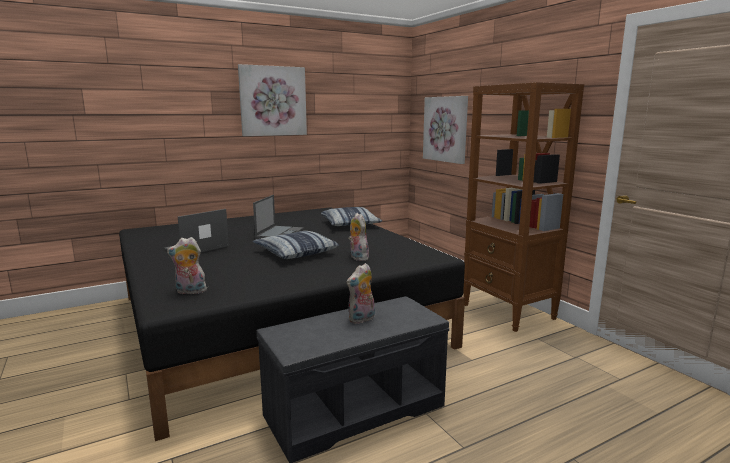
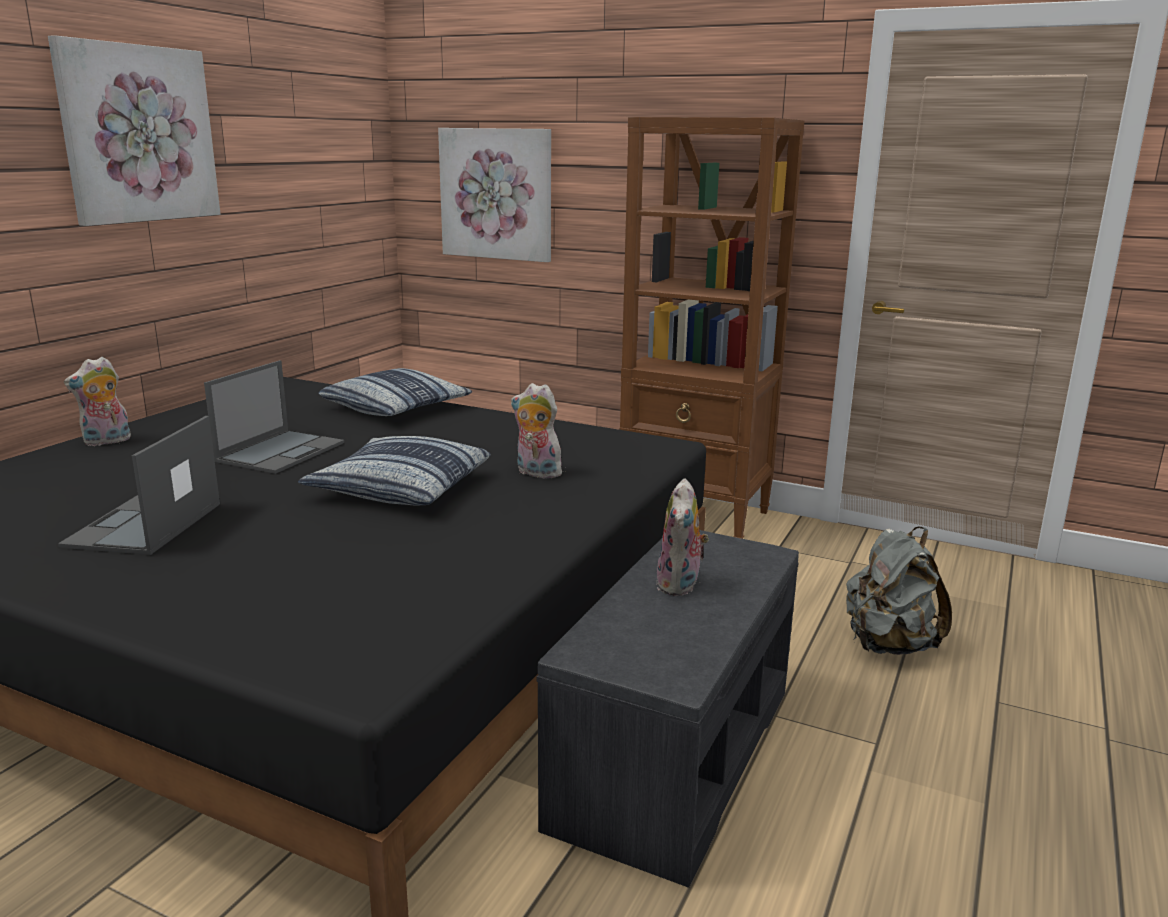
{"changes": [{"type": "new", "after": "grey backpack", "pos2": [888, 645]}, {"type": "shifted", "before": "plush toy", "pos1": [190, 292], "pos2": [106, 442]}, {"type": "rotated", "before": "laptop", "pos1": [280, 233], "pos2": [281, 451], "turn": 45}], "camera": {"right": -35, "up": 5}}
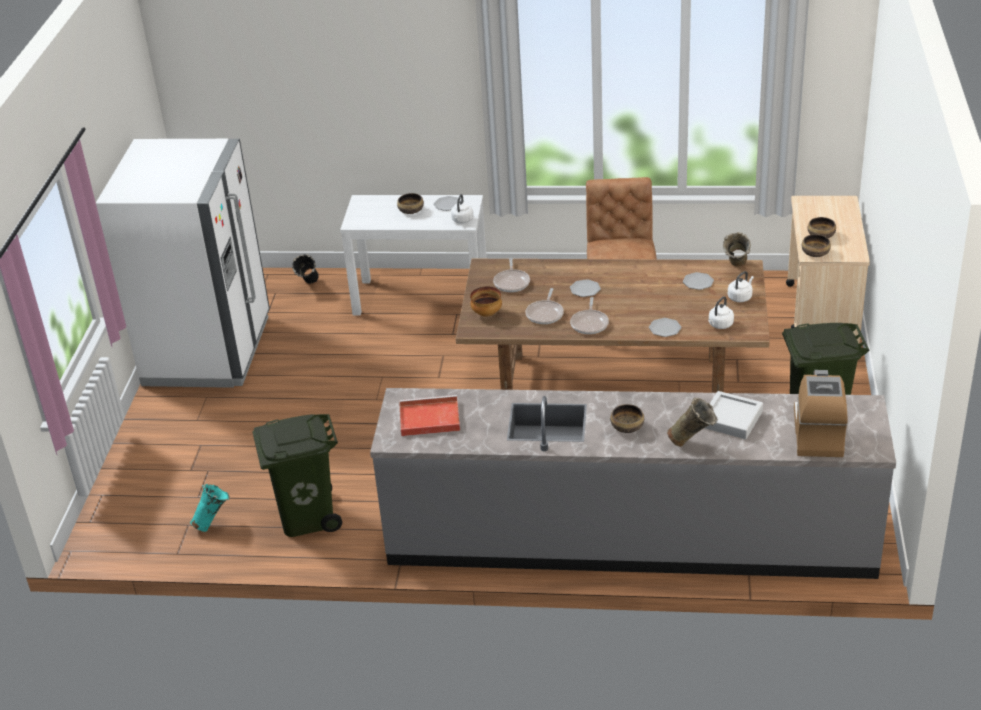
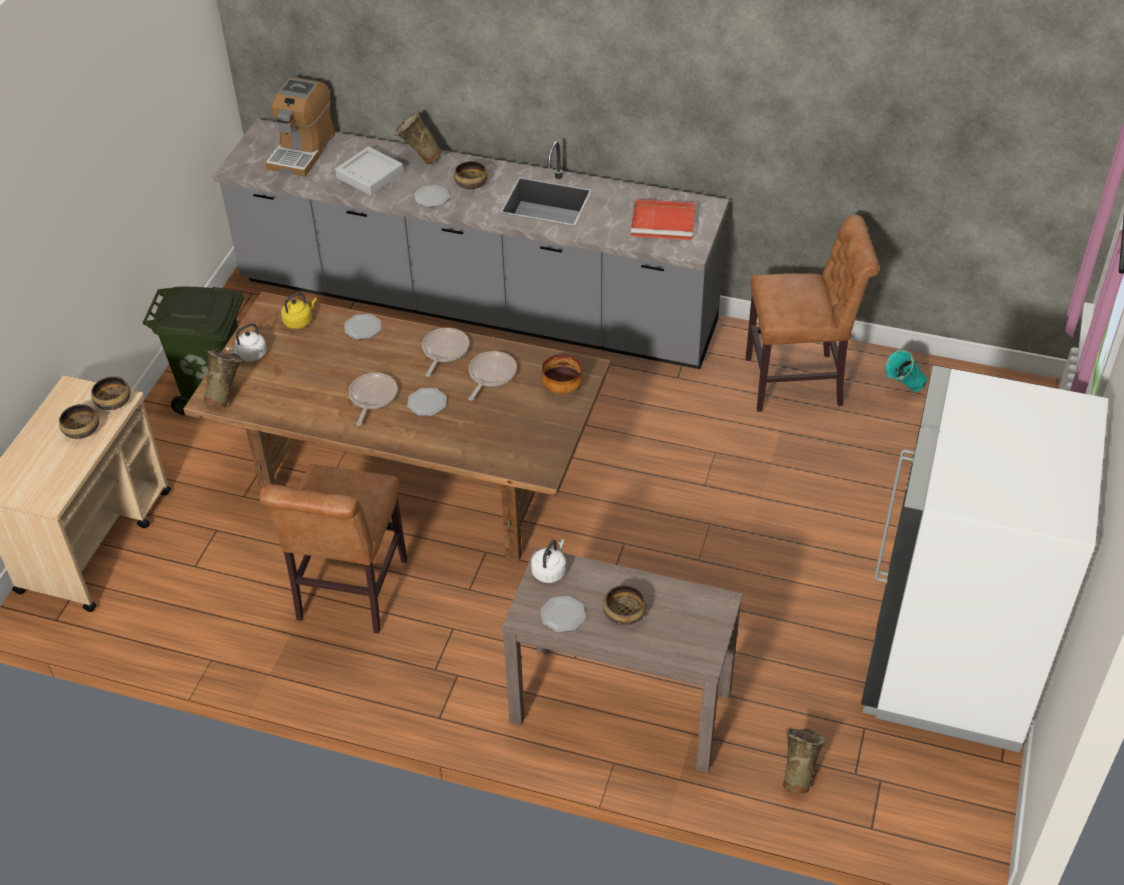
{"changes": [{"type": "shifted", "before": "frying pan", "pos1": [512, 282], "pos2": [372, 397]}, {"type": "shifted", "before": "plate", "pos1": [698, 282], "pos2": [432, 197]}, {"type": "swapped", "before": "green trash can", "after": "brown chair", "pos1": [306, 516], "pos2": [799, 382]}, {"type": "repainted", "before": "black vase", "after": "beige vase", "pos1": [309, 287], "pos2": [798, 774]}, {"type": "repainted", "before": "white console table", "after": "brown console table", "pos1": [421, 297], "pos2": [620, 706]}, {"type": "repainted", "before": "white kettle", "after": "yellow kettle", "pos1": [720, 325], "pos2": [299, 321]}], "camera": {"right": -170, "up": 10}}
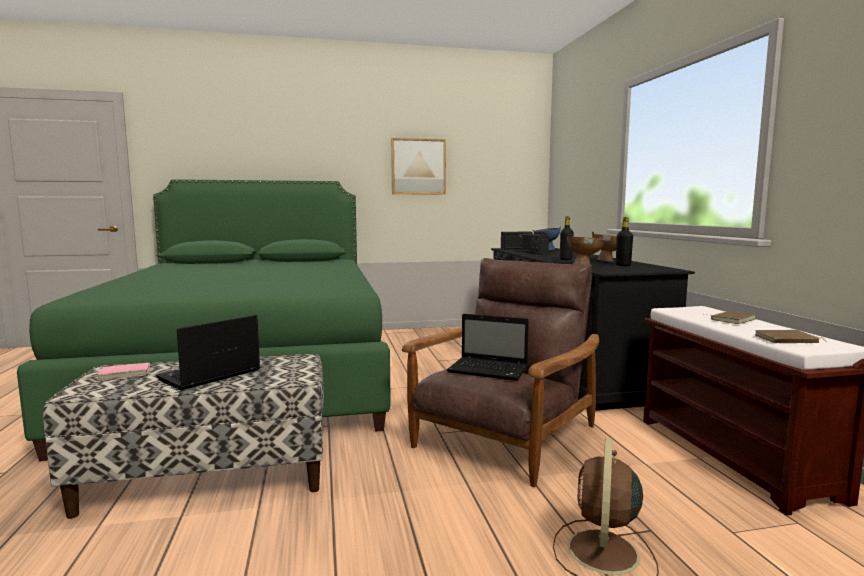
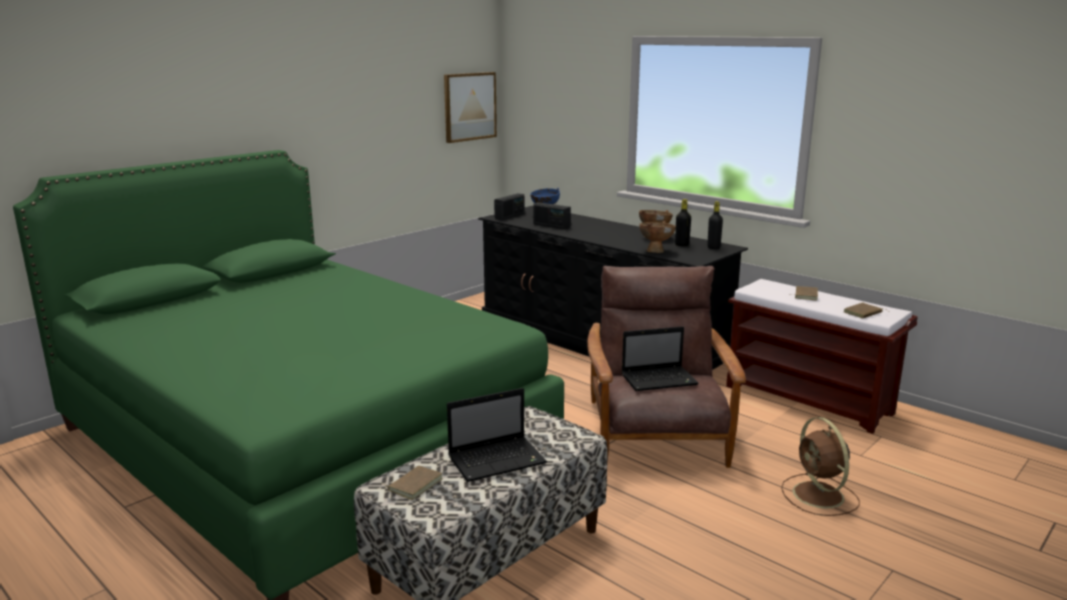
{"changes": [{"type": "shifted", "before": "picture", "pos1": [418, 166], "pos2": [469, 106]}, {"type": "shifted", "before": "black bottle", "pos1": [565, 259], "pos2": [713, 247]}, {"type": "repainted", "before": "pink book", "after": "brown book", "pos1": [125, 373], "pos2": [414, 484]}, {"type": "rotated", "before": "laptop", "pos1": [208, 376], "pos2": [498, 460], "turn": -120}], "camera": {"right": -35, "up": 10}}
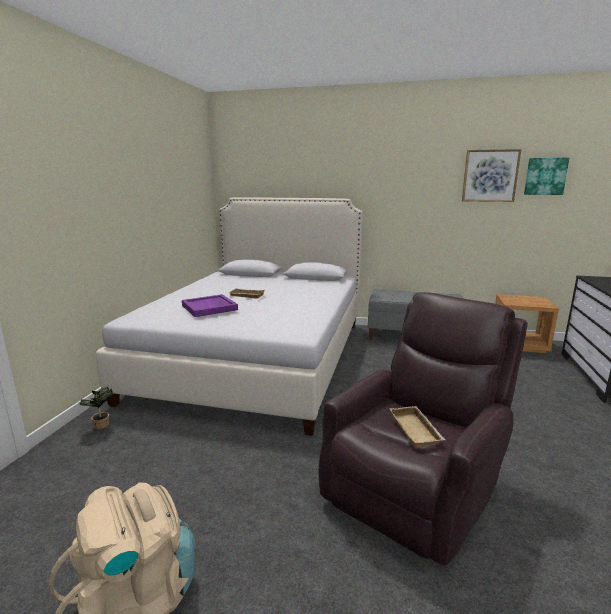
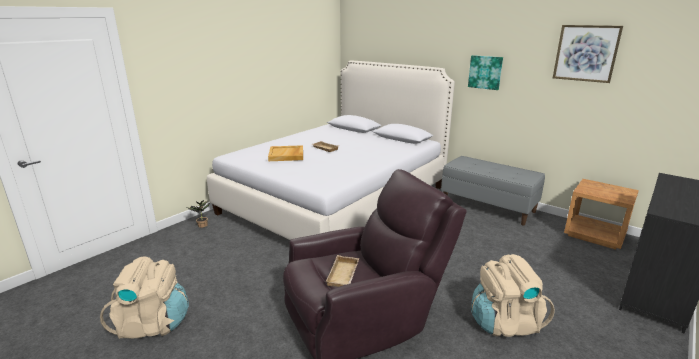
{"changes": [{"type": "new", "after": "beige backpack", "pos2": [504, 323]}, {"type": "shifted", "before": "picture", "pos1": [545, 176], "pos2": [485, 72]}, {"type": "repainted", "before": "purple tray", "after": "beige tray", "pos1": [210, 308], "pos2": [286, 155]}], "camera": {"right": 25, "up": 5}}
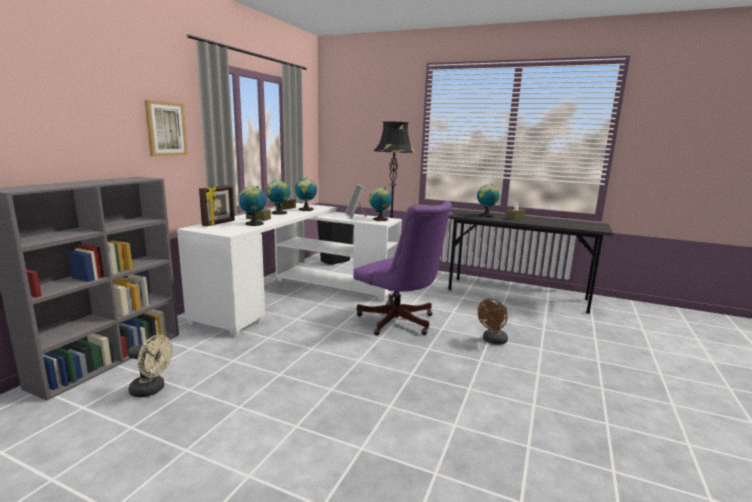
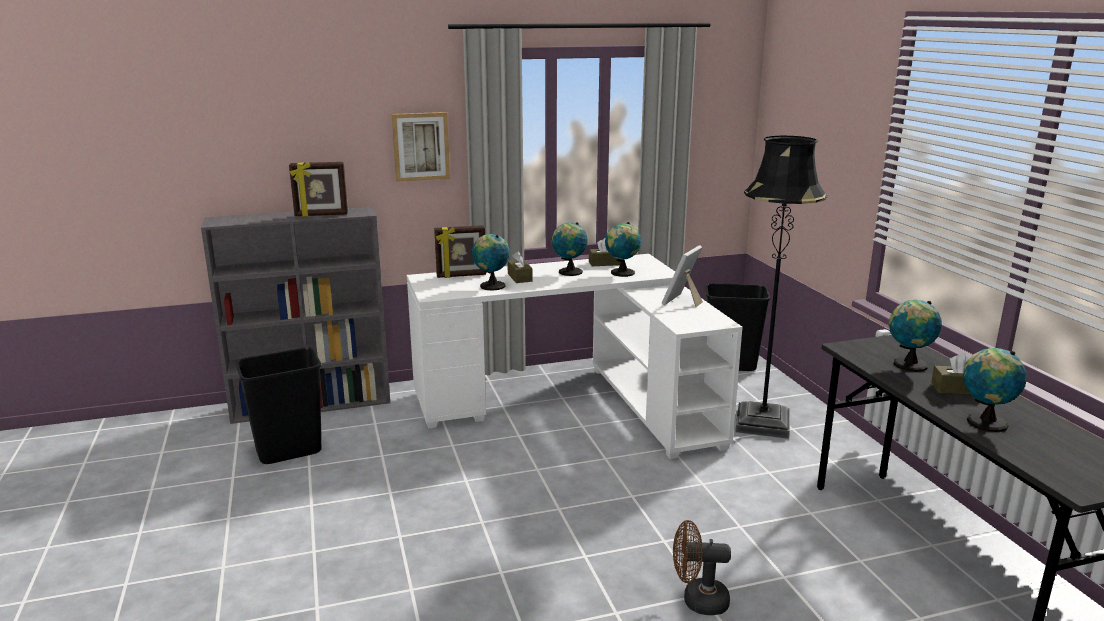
{"changes": [{"type": "gone", "before": "purple office chair", "pos1": [399, 323]}, {"type": "new", "after": "picture frame", "pos2": [321, 215]}, {"type": "shifted", "before": "globe", "pos1": [379, 219], "pos2": [984, 422]}, {"type": "swapped", "before": "beige fan", "after": "black trash can", "pos1": [152, 390], "pos2": [289, 451]}], "camera": {"right": 50, "up": 5}}
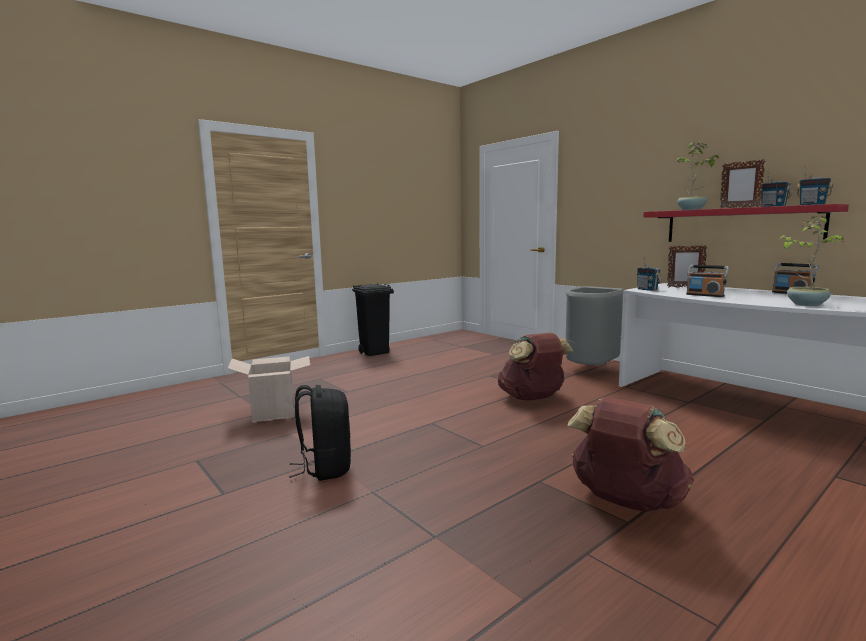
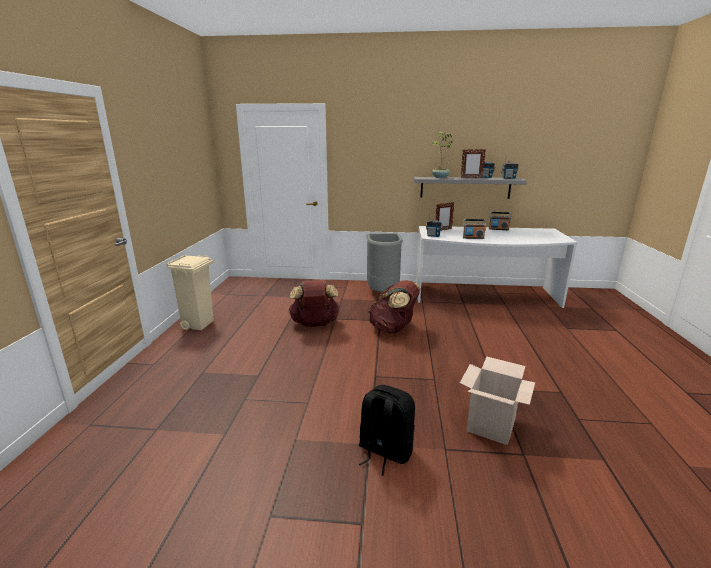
{"changes": [{"type": "gone", "before": "potted plant", "pos1": [806, 304]}, {"type": "shifted", "before": "cardboard box", "pos1": [274, 413], "pos2": [491, 425]}, {"type": "shifted", "before": "brown backpack", "pos1": [625, 502], "pos2": [315, 324]}, {"type": "repainted", "before": "black trash can", "after": "beige trash can", "pos1": [375, 352], "pos2": [199, 324]}, {"type": "repainted", "before": "red shelf", "after": "grey shelf", "pos1": [740, 225], "pos2": [465, 187]}], "camera": {"right": -45, "up": 10}}
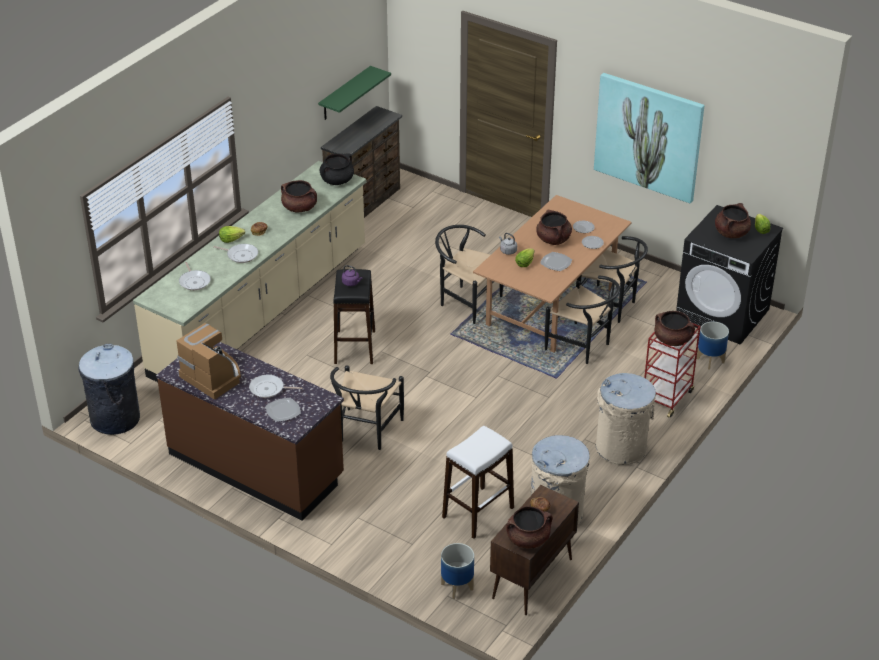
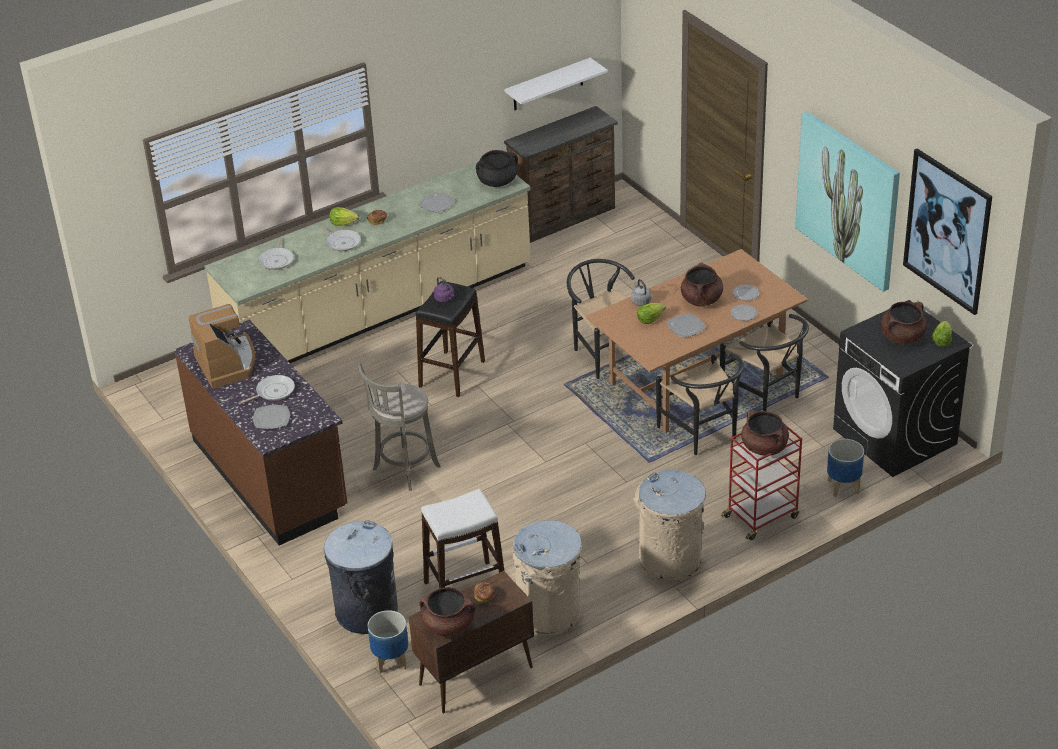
{"changes": [{"type": "new", "after": "picture", "pos2": [947, 231]}, {"type": "shifted", "before": "grey trash can", "pos1": [114, 418], "pos2": [366, 612]}, {"type": "swapped", "before": "brown cooking pot", "after": "plate", "pos1": [300, 208], "pos2": [437, 204]}, {"type": "swapped", "before": "black chair", "after": "grey stool", "pos1": [366, 433], "pos2": [404, 470]}, {"type": "repainted", "before": "green shelf", "after": "white shelf", "pos1": [345, 94], "pos2": [548, 85]}, {"type": "rotated", "before": "frying pan", "pos1": [269, 389], "pos2": [273, 392], "turn": 120}], "camera": {"right": 25, "up": 0}}
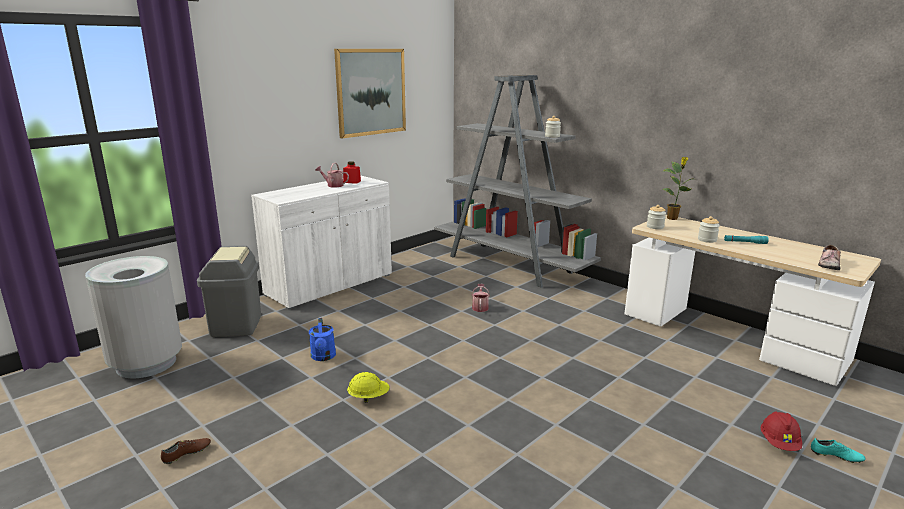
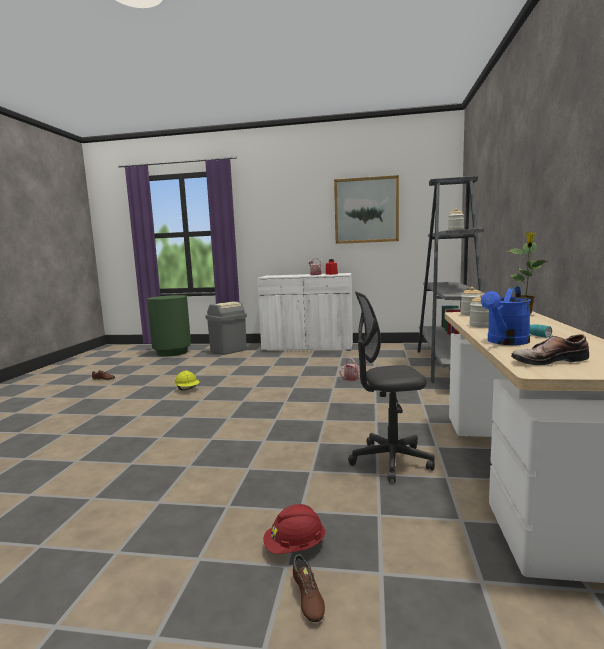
{"changes": [{"type": "new", "after": "grey office chair", "pos2": [390, 461]}, {"type": "shifted", "before": "blue watering can", "pos1": [323, 357], "pos2": [505, 342]}, {"type": "repainted", "before": "grey trash can", "after": "green trash can", "pos1": [146, 363], "pos2": [172, 352]}, {"type": "repainted", "before": "turquoise shoe", "after": "brown shoe", "pos1": [836, 457], "pos2": [307, 598]}], "camera": {"right": 55, "up": -10}}
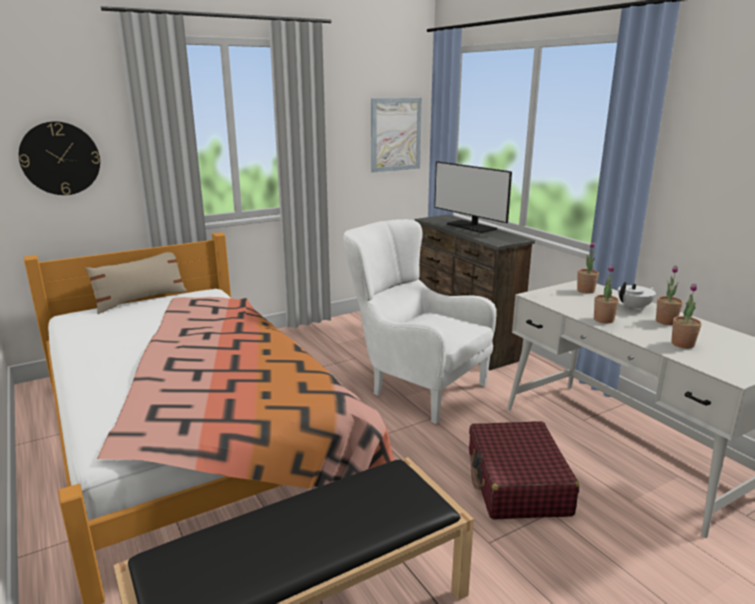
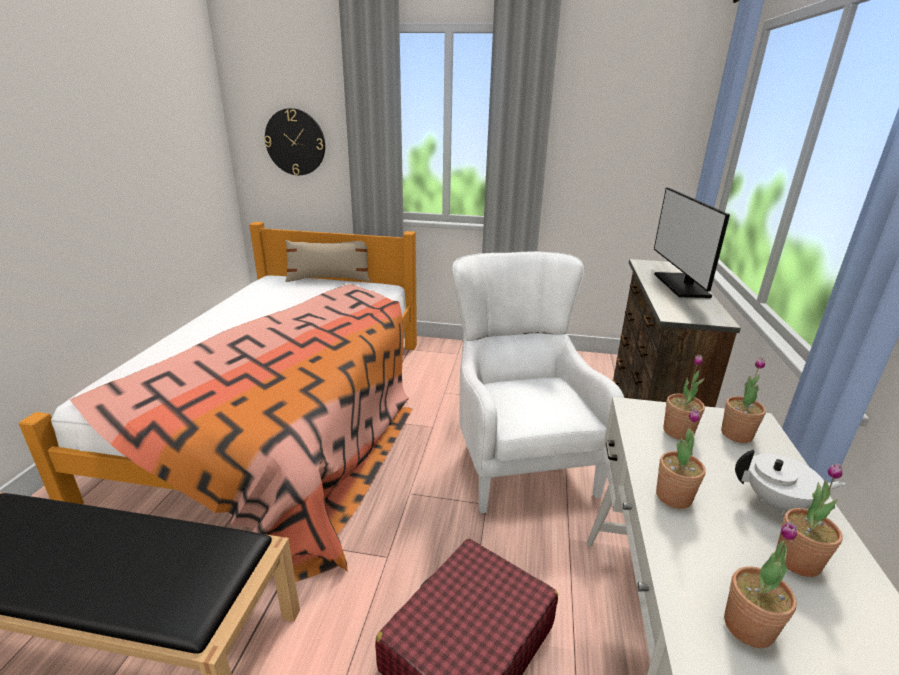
{"changes": [{"type": "gone", "before": "picture", "pos1": [395, 134]}, {"type": "new", "after": "potted plant", "pos2": [678, 431]}], "camera": {"right": 40, "up": 5}}
